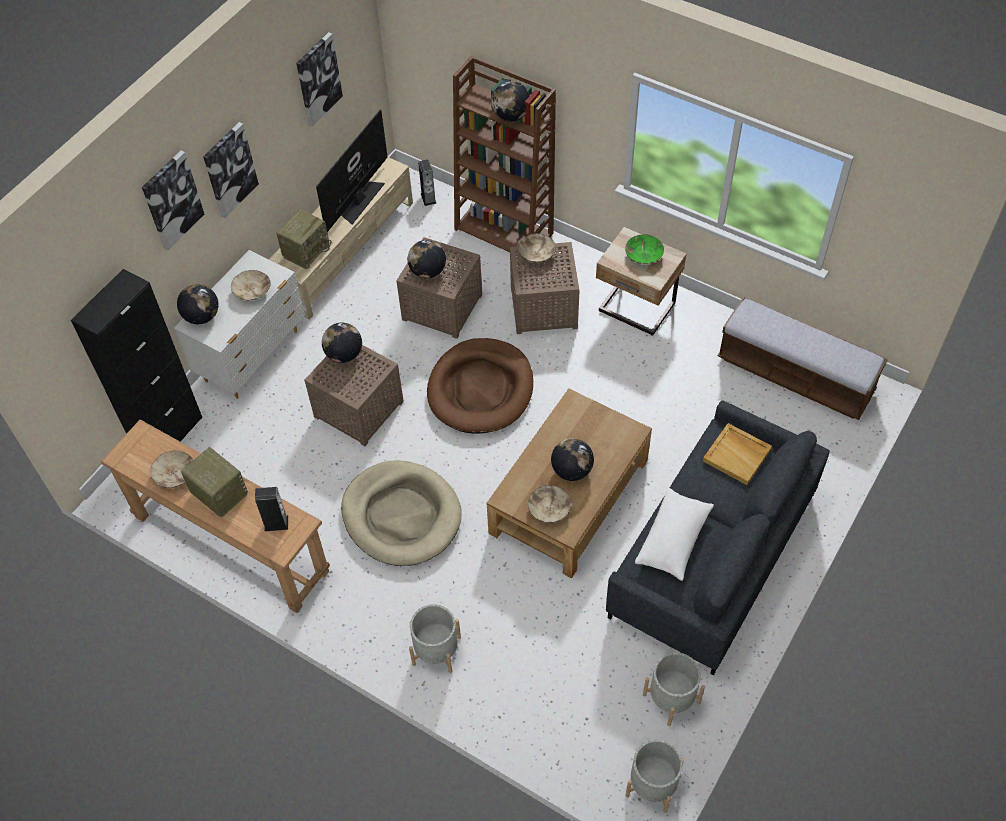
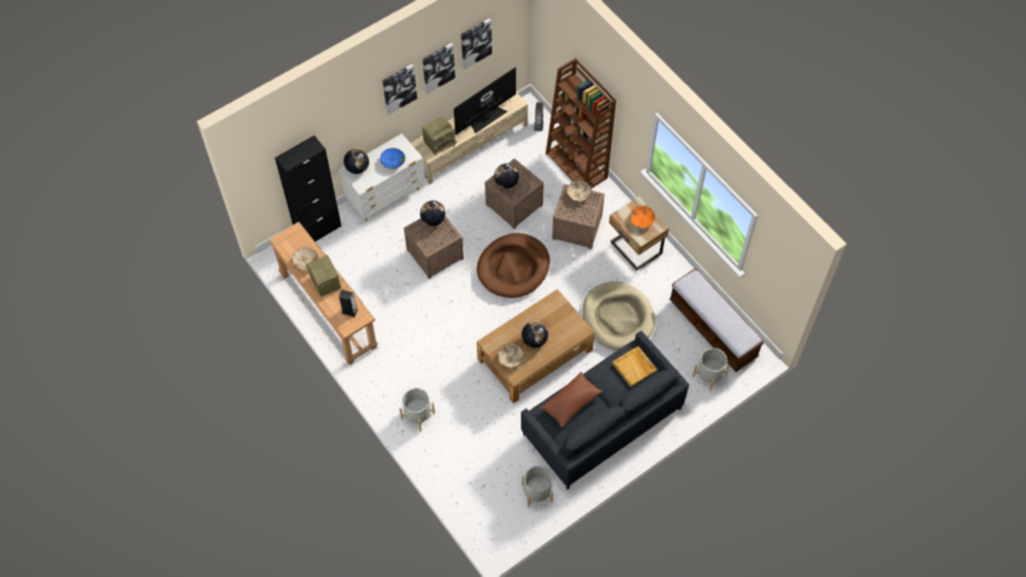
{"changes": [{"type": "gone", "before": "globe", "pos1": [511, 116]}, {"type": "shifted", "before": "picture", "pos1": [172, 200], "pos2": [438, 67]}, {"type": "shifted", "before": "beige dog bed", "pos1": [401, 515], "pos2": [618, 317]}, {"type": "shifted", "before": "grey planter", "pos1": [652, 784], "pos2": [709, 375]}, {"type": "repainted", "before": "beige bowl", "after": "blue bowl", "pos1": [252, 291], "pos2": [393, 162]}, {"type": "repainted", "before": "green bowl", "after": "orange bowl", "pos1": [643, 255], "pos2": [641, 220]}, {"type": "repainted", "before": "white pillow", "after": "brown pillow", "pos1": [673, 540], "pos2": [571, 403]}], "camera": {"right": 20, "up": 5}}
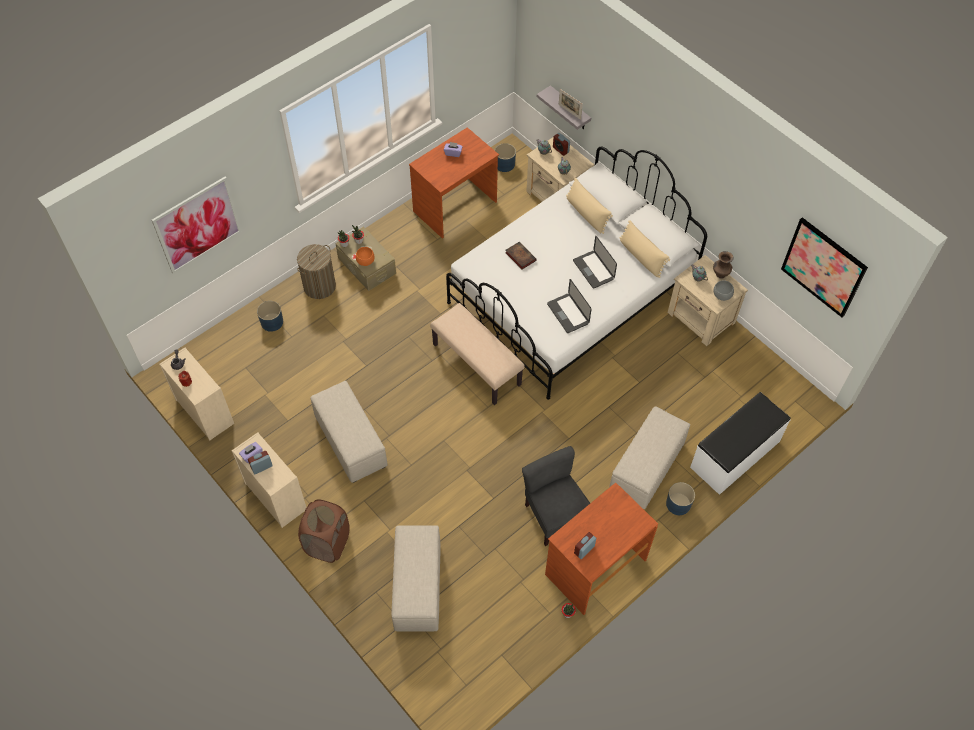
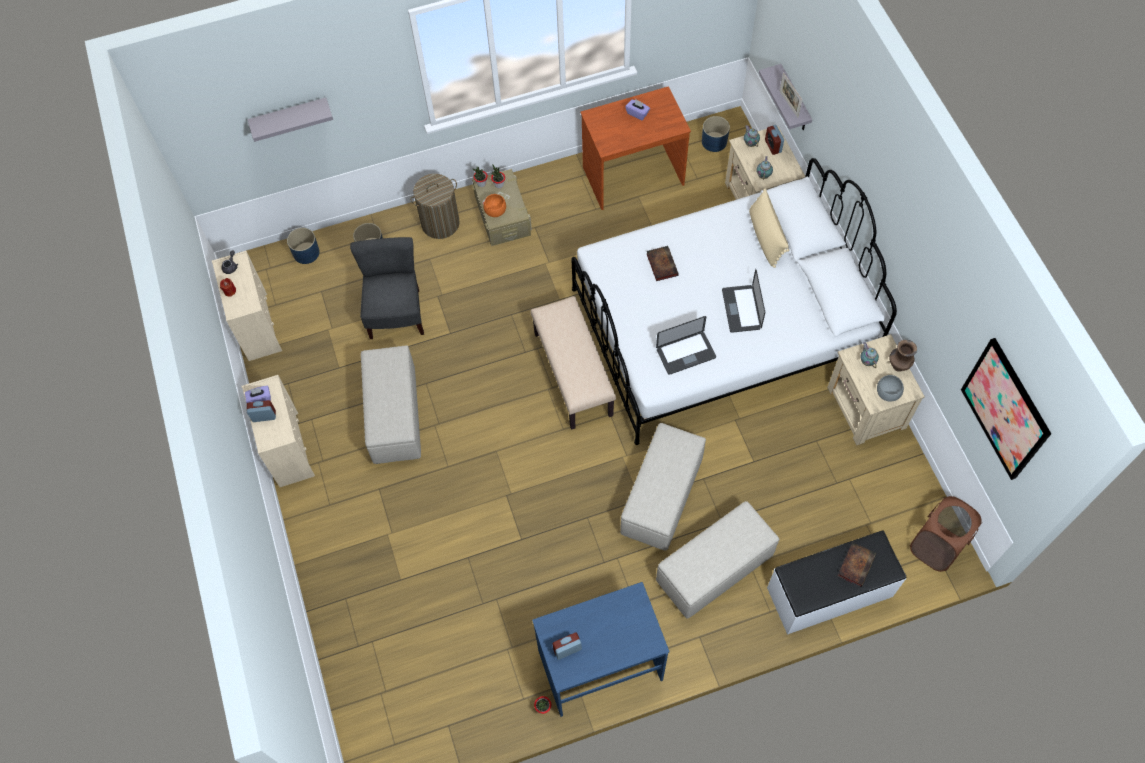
{"changes": [{"type": "gone", "before": "beige pillow", "pos1": [641, 257]}, {"type": "new", "after": "book", "pos2": [856, 564]}, {"type": "shifted", "before": "brown laundry basket", "pos1": [327, 543], "pos2": [936, 546]}, {"type": "shifted", "before": "beige ottoman", "pos1": [417, 586], "pos2": [662, 495]}, {"type": "shifted", "before": "grey chair", "pos1": [555, 515], "pos2": [396, 314]}, {"type": "shifted", "before": "blue planter", "pos1": [678, 504], "pos2": [306, 252]}, {"type": "swapped", "before": "picture", "after": "grey shelf", "pos1": [198, 225], "pos2": [290, 117]}, {"type": "repainted", "before": "brown desk", "after": "blue desk", "pos1": [595, 566], "pos2": [600, 664]}, {"type": "rotated", "before": "laptop", "pos1": [568, 314], "pos2": [686, 353], "turn": -105}], "camera": {"right": 25, "up": 5}}
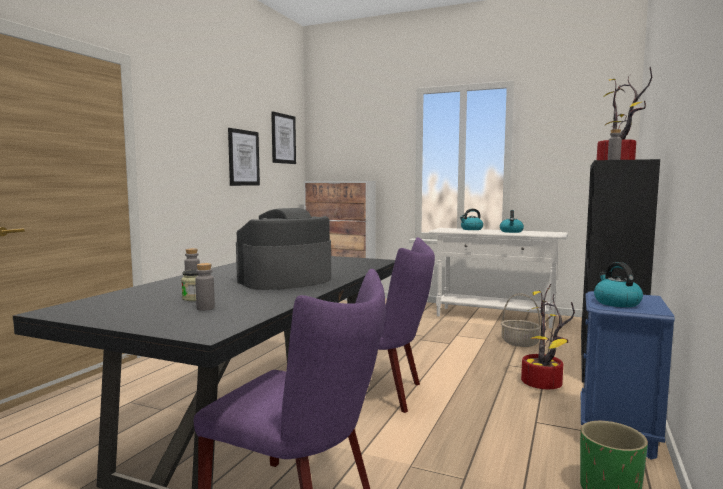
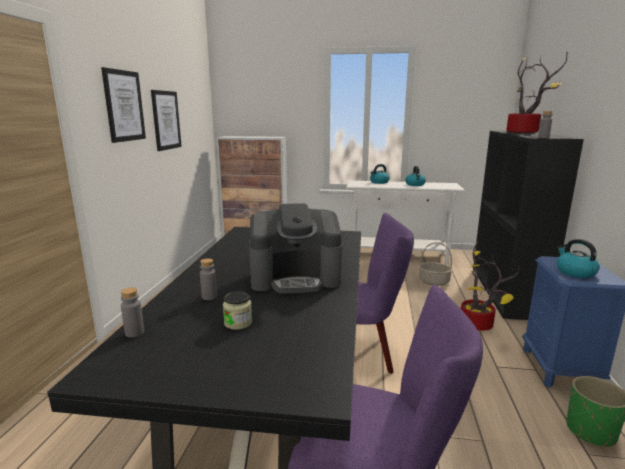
{"changes": [{"type": "shifted", "before": "grey bottle", "pos1": [205, 308], "pos2": [134, 333]}, {"type": "shifted", "before": "picture", "pos1": [283, 139], "pos2": [124, 106]}, {"type": "rotated", "before": "coffee machine", "pos1": [285, 281], "pos2": [296, 278], "turn": -135}], "camera": {"right": -15, "up": 10}}
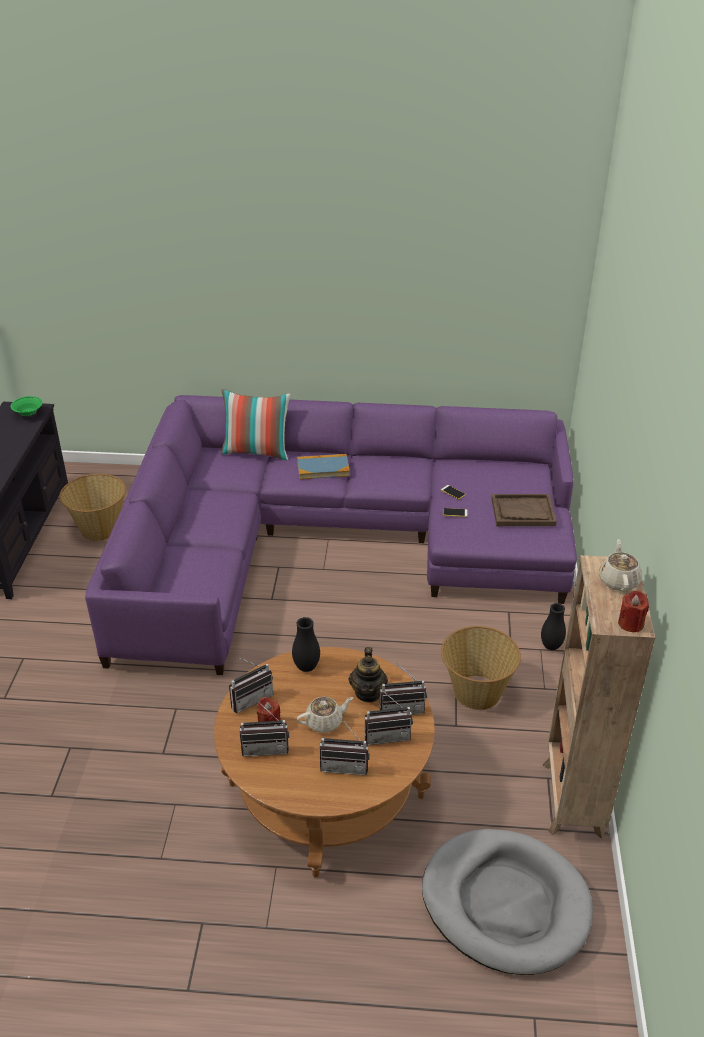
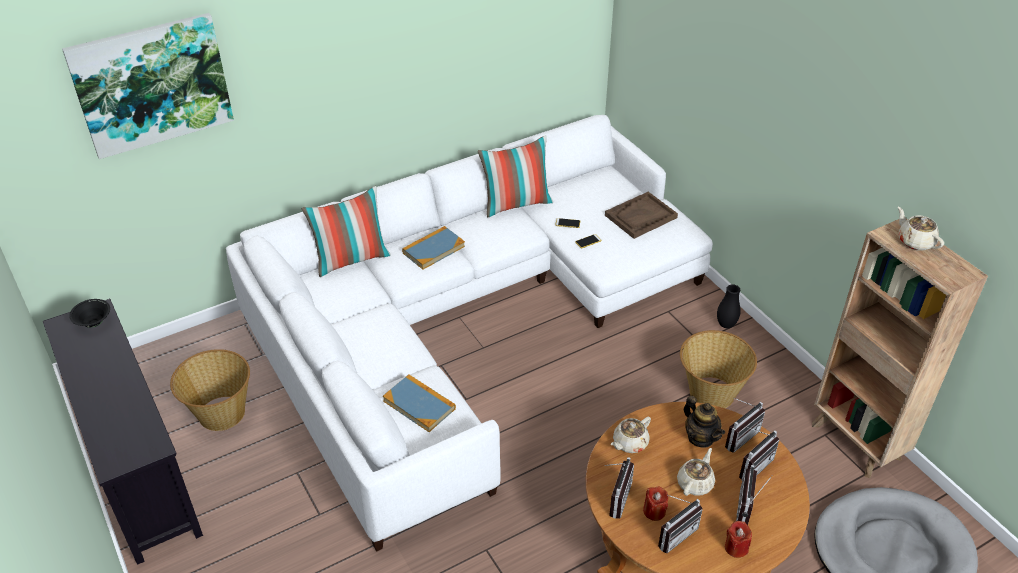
{"changes": [{"type": "new", "after": "picture", "pos2": [152, 84]}, {"type": "new", "after": "book", "pos2": [419, 405]}, {"type": "new", "after": "pillow", "pos2": [516, 204]}, {"type": "shifted", "before": "red candle", "pos1": [630, 623], "pos2": [736, 548]}, {"type": "swapped", "before": "black vase", "after": "beige teapot", "pos1": [306, 667], "pos2": [629, 443]}, {"type": "repainted", "before": "green bowl", "after": "black bowl", "pos1": [28, 414], "pos2": [93, 322]}, {"type": "repainted", "before": "purple sofa", "after": "white sofa", "pos1": [331, 542], "pos2": [464, 318]}, {"type": "rotated", "before": "radio", "pos1": [345, 765], "pos2": [749, 510], "turn": 135}], "camera": {"right": -35, "up": 5}}
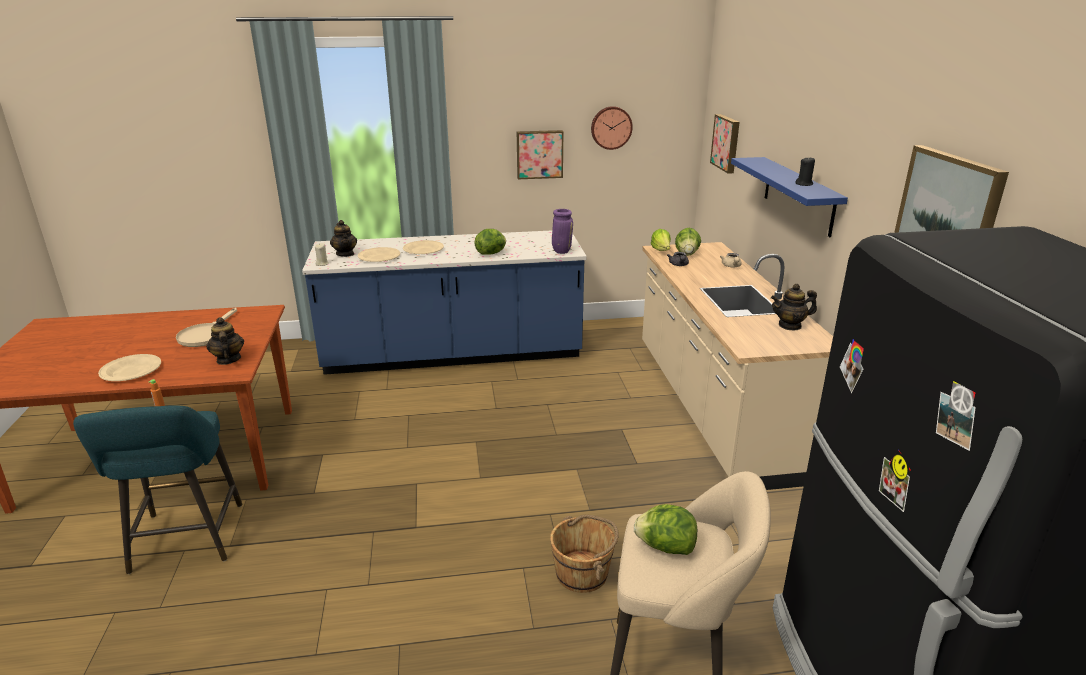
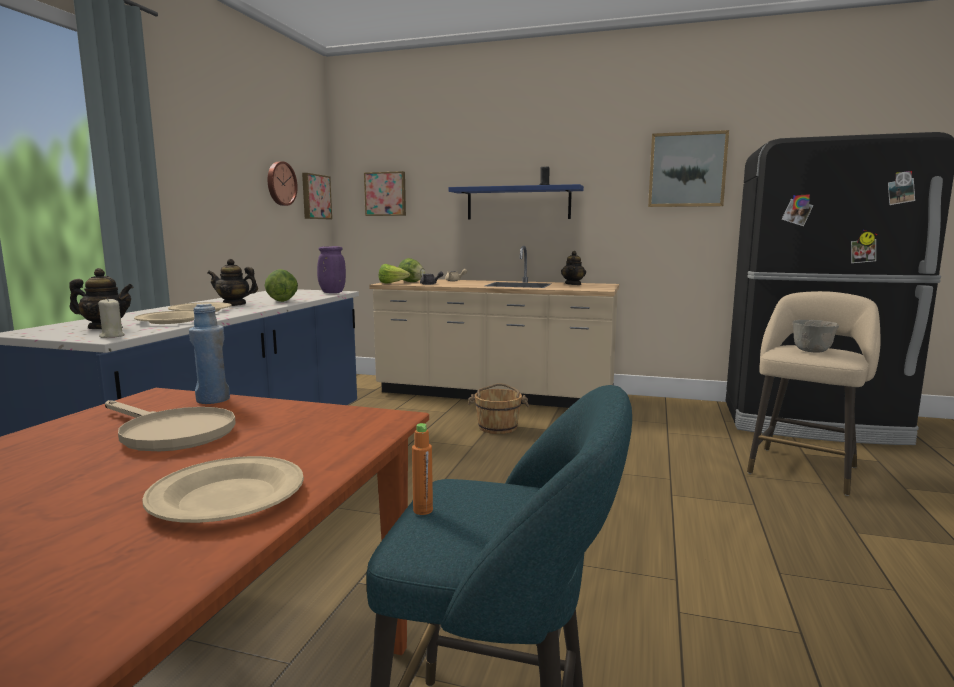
{"changes": [{"type": "new", "after": "blue bottle", "pos2": [213, 400]}, {"type": "shifted", "before": "teapot", "pos1": [228, 359], "pos2": [234, 304]}, {"type": "shifted", "before": "picture", "pos1": [539, 154], "pos2": [315, 197]}, {"type": "shifted", "before": "brown bucket", "pos1": [583, 573], "pos2": [498, 427]}, {"type": "swapped", "before": "lettuce", "after": "grey bowl", "pos1": [665, 547], "pos2": [813, 351]}], "camera": {"right": -65, "up": -15}}
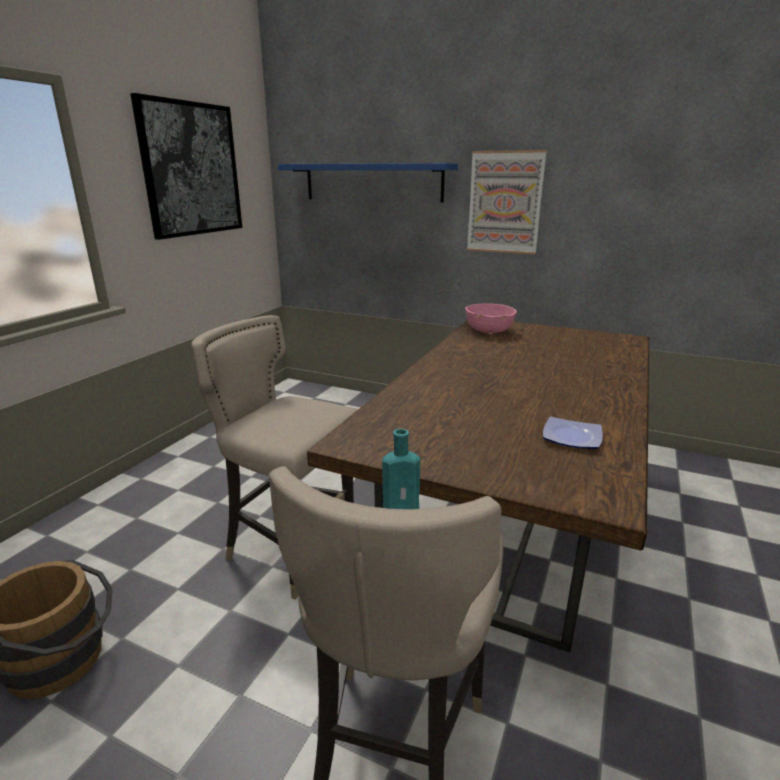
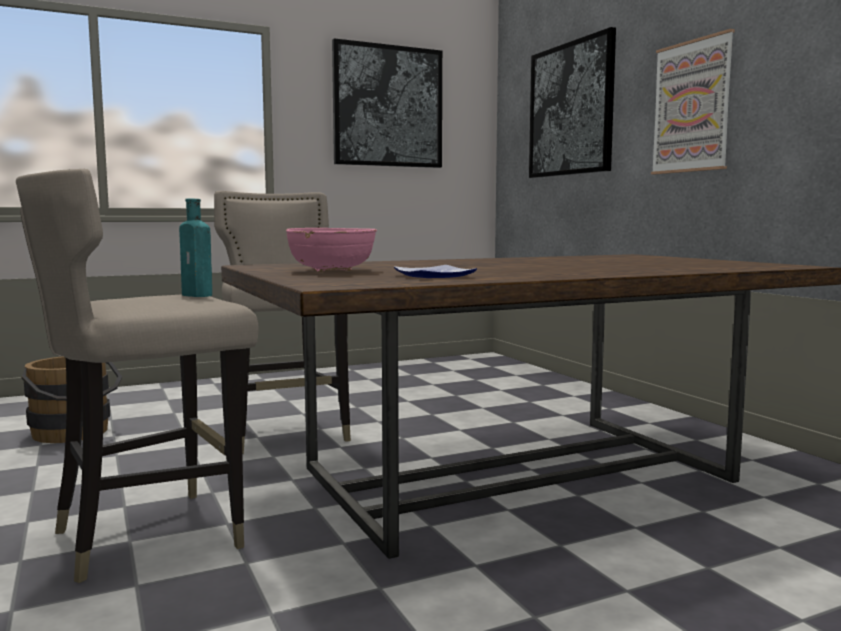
{"changes": [{"type": "shifted", "before": "pink bowl", "pos1": [489, 331], "pos2": [332, 271]}, {"type": "swapped", "before": "blue shelf", "after": "picture", "pos1": [372, 182], "pos2": [571, 109]}], "camera": {"right": 40, "up": -15}}
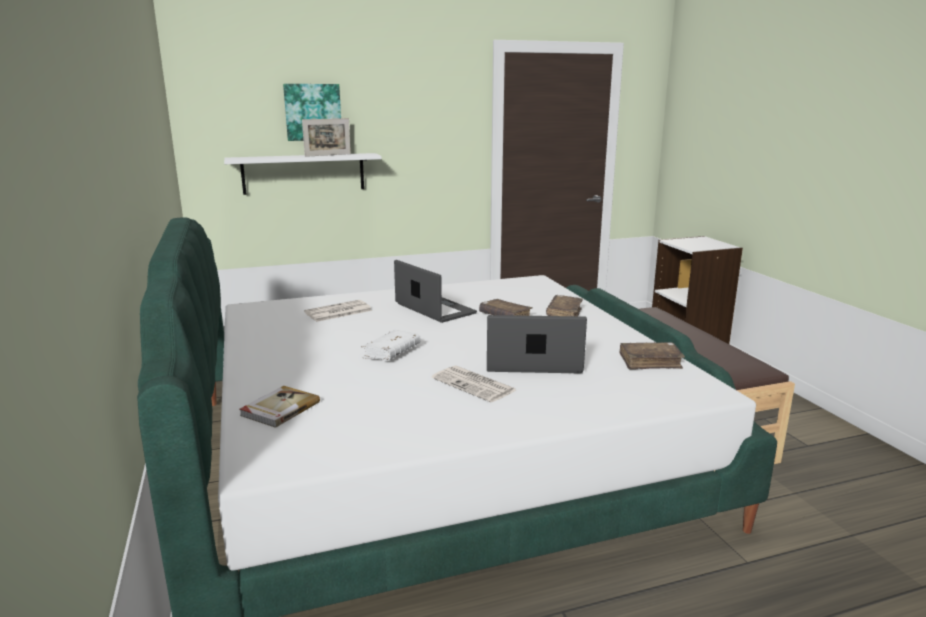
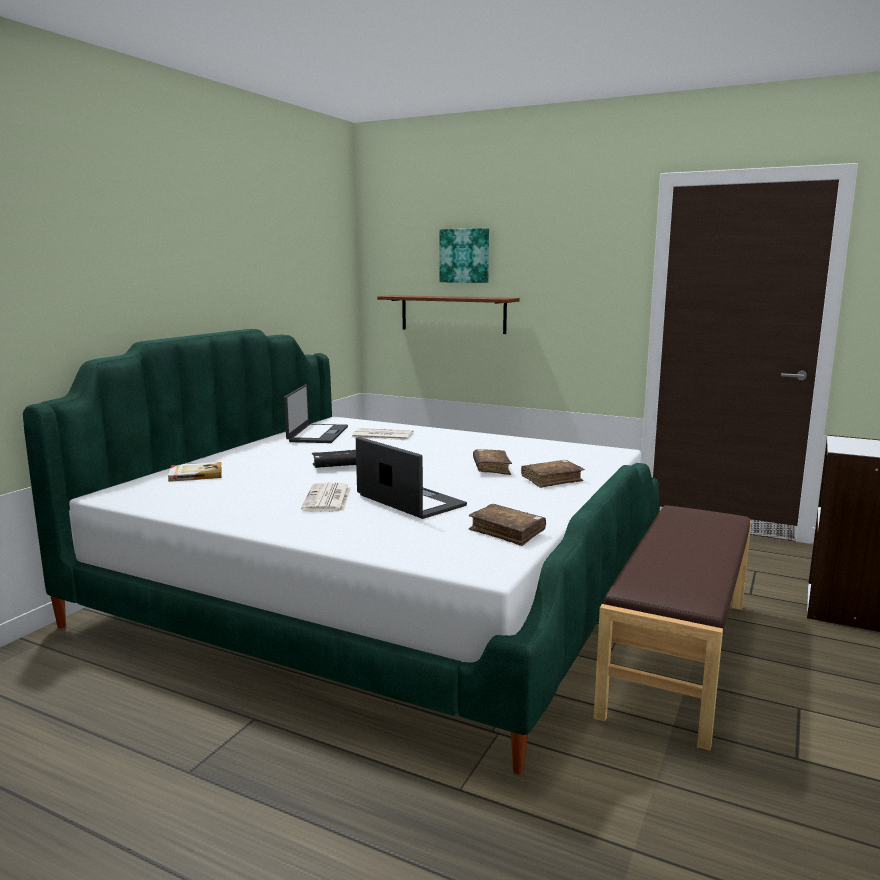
{"changes": [{"type": "gone", "before": "picture frame", "pos1": [328, 155]}, {"type": "shifted", "before": "laptop", "pos1": [434, 309], "pos2": [317, 434]}, {"type": "repainted", "before": "white shelf", "after": "brown shelf", "pos1": [303, 173], "pos2": [453, 314]}, {"type": "repainted", "before": "white book", "after": "black book", "pos1": [391, 353], "pos2": [338, 466]}], "camera": {"right": 45, "up": -5}}
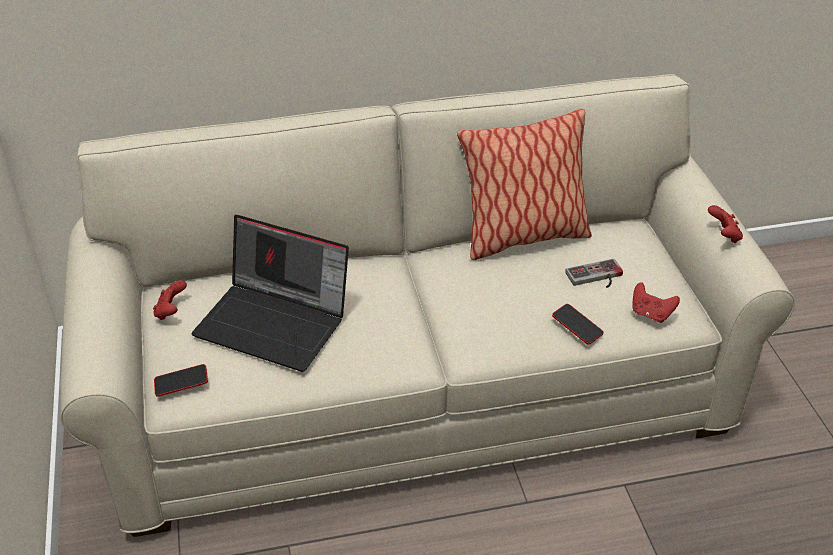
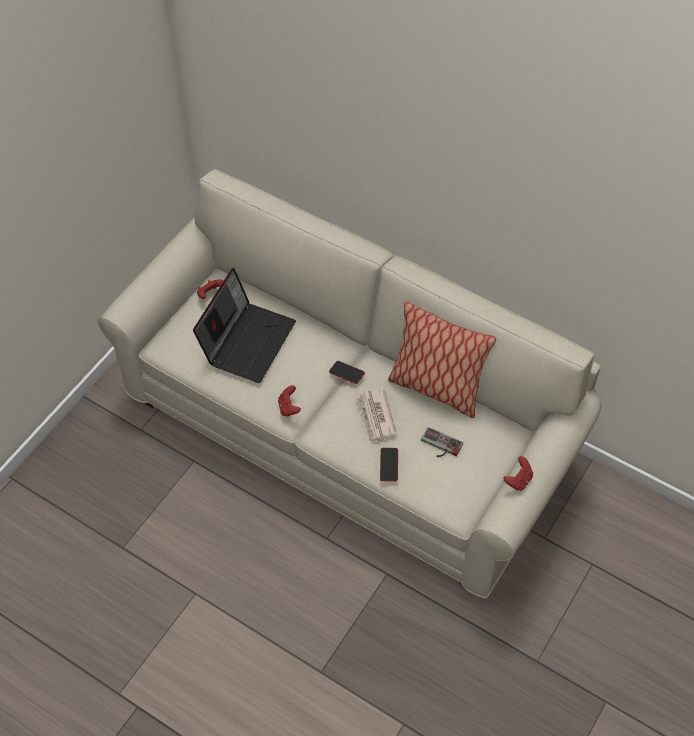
{"changes": [{"type": "new", "after": "newspaper", "pos2": [376, 417]}, {"type": "shifted", "before": "phone", "pos1": [181, 383], "pos2": [346, 373]}, {"type": "shifted", "before": "red game controller", "pos1": [651, 314], "pos2": [289, 407]}, {"type": "rotated", "before": "laptop", "pos1": [276, 322], "pos2": [247, 340], "turn": -135}], "camera": {"right": 45, "up": 15}}
